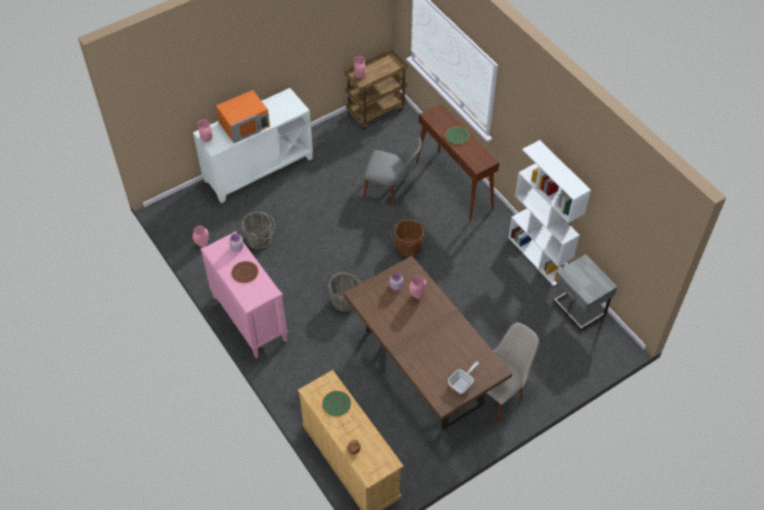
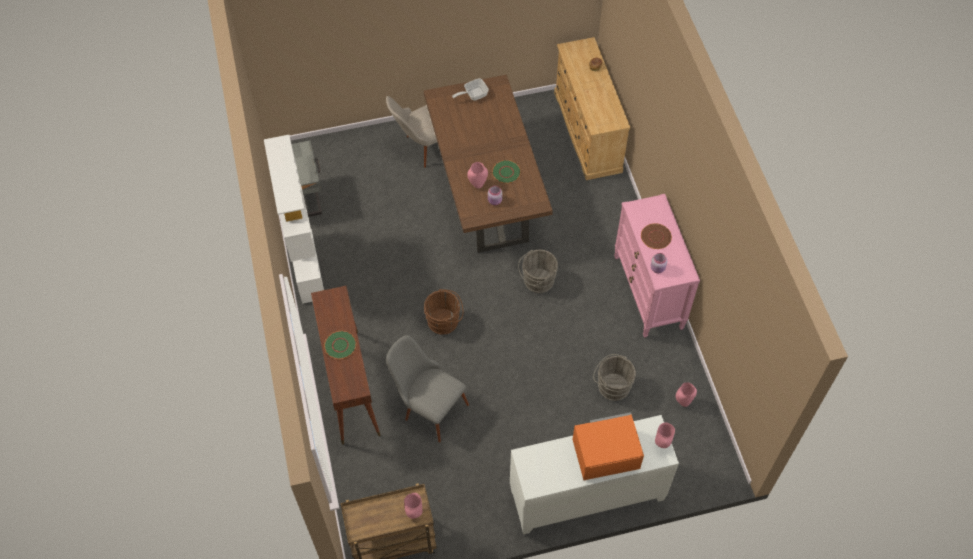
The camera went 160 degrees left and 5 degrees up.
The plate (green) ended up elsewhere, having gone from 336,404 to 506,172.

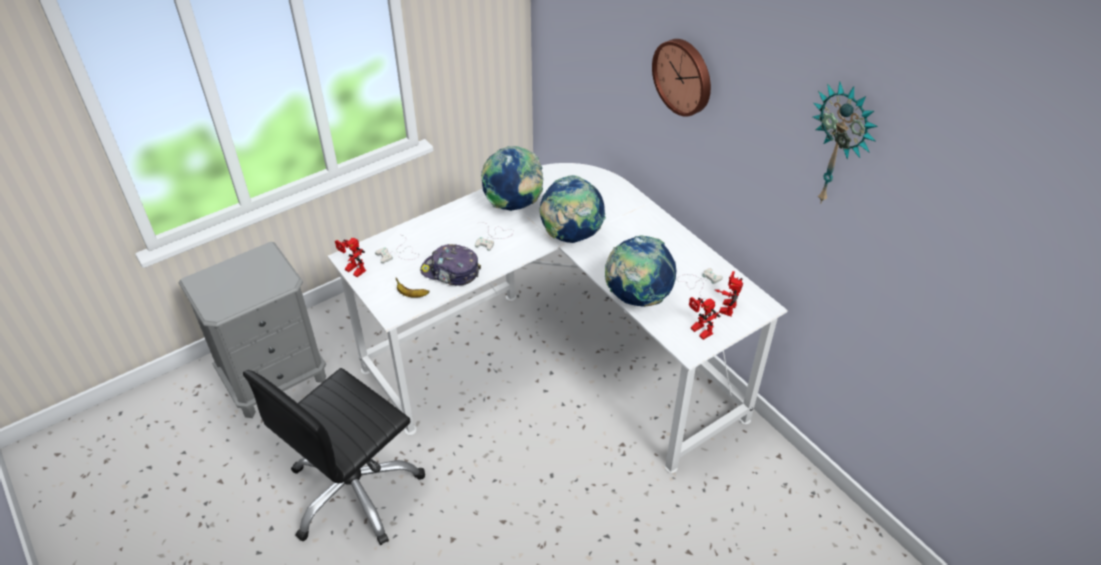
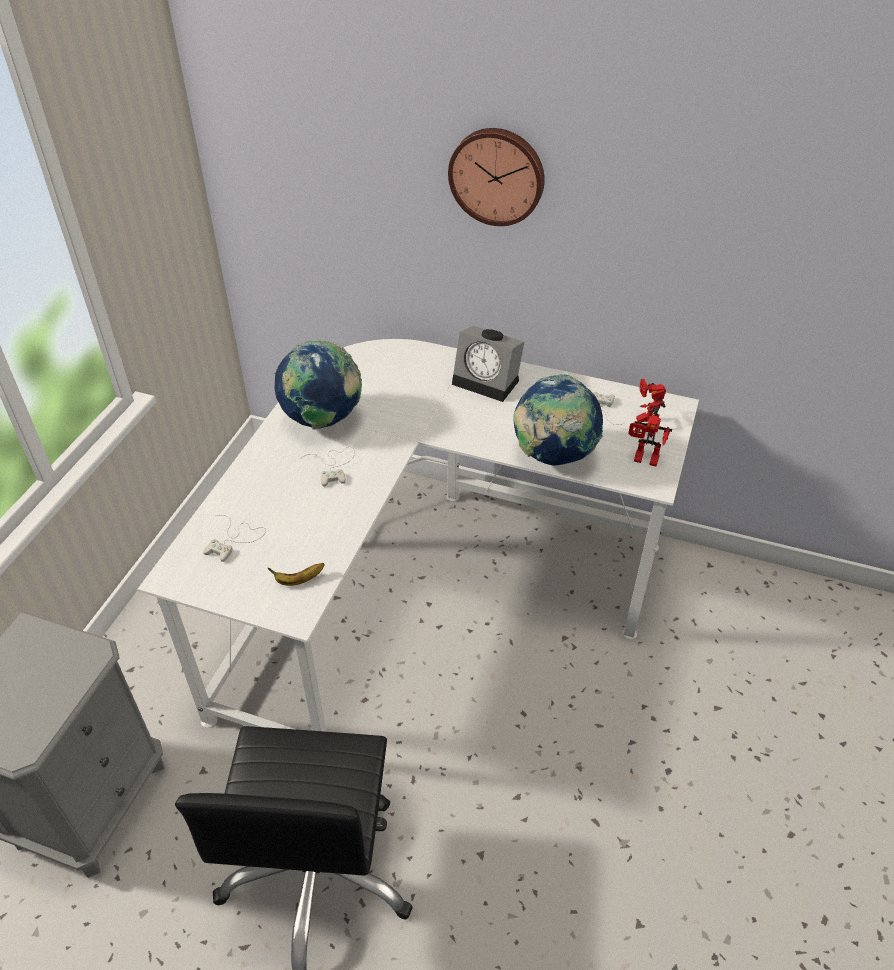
The camera went 35 degrees left and 0 degrees up.
The second view gained the alarm clock at 488,381.
The second view lost the toy robot at 352,271.
The second view lost the cap at 450,272.
The second view lost the globe at 570,236.
The second view lost the wall clock at 840,145.

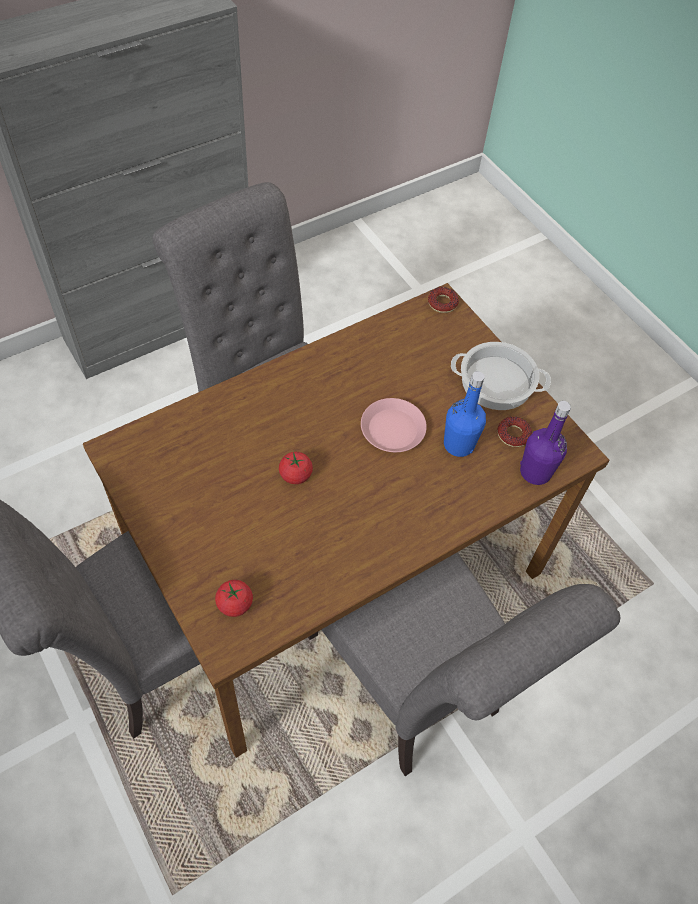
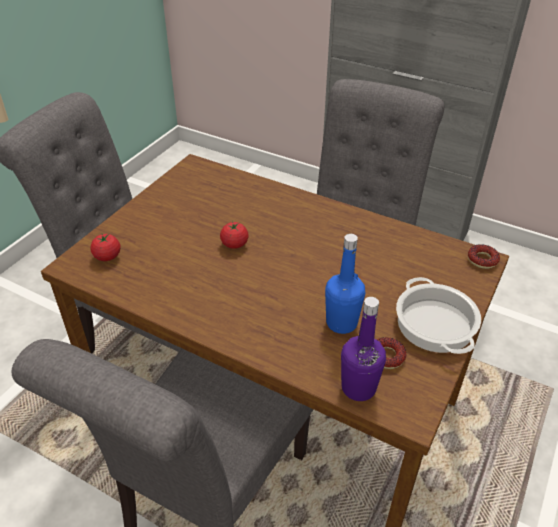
The camera went 65 degrees right and 15 degrees down.
The second view lost the plate (pink) at 392,429.

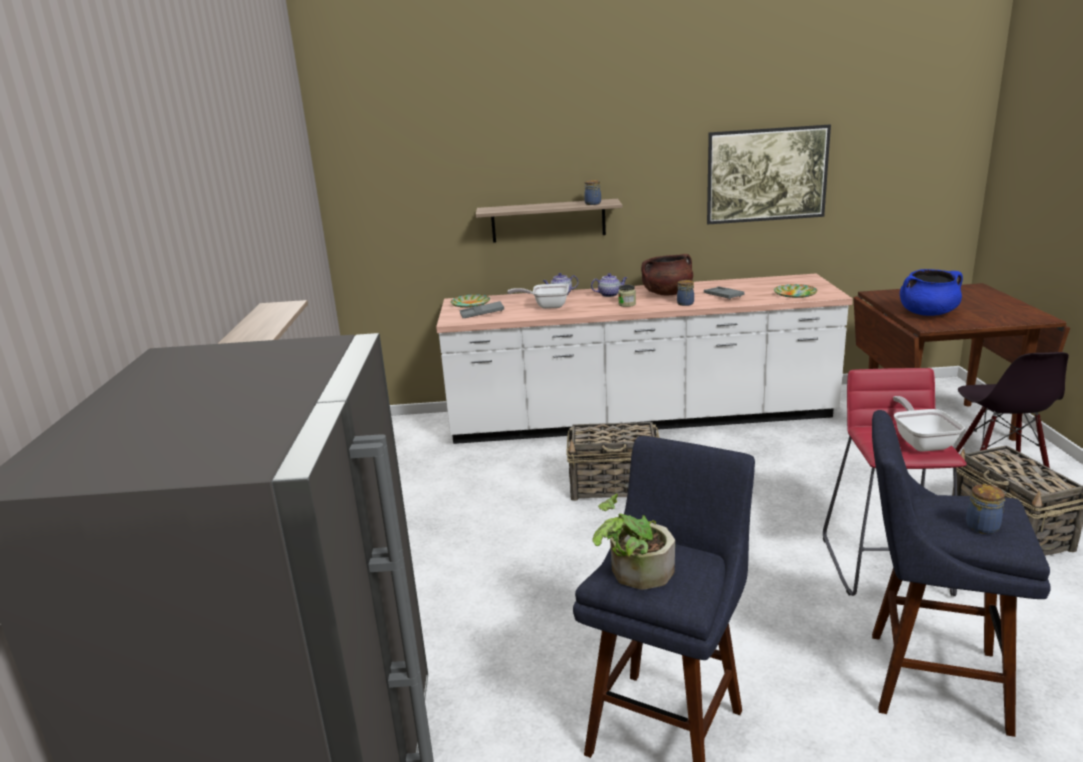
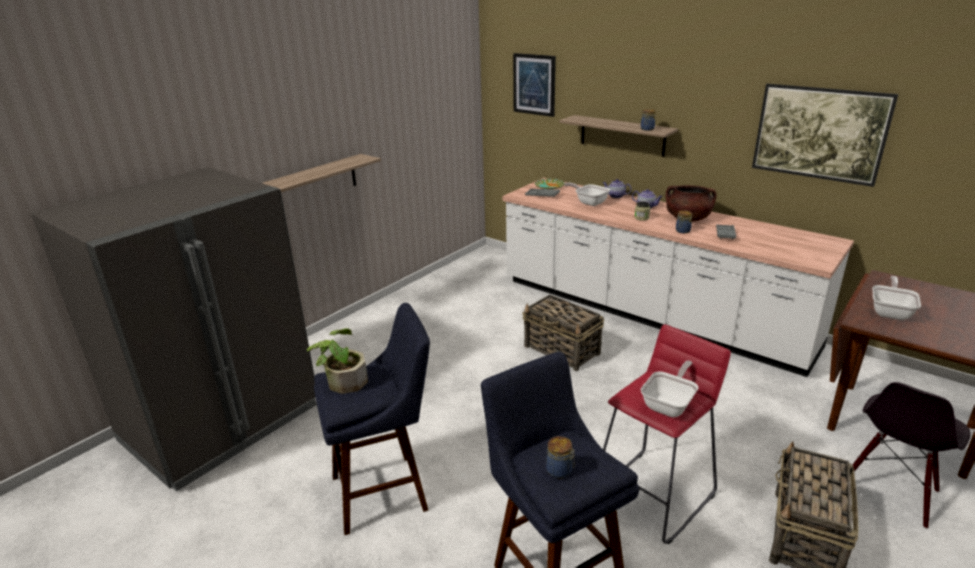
The camera went 40 degrees right and 5 degrees up.
The second view gained the picture at 534,84.
Where the cooking pot (blue) stood at 928,313, the frying pan came to stand at 890,312.
The second view lost the plate at 795,294.

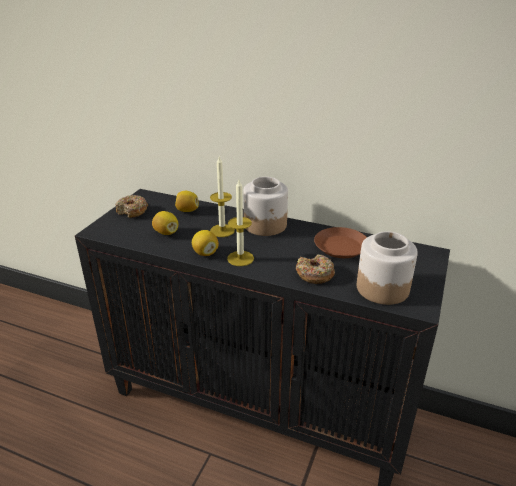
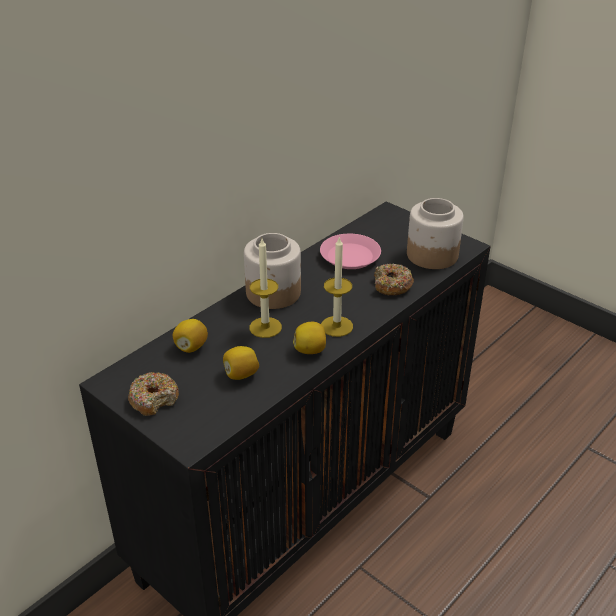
The camera went 70 degrees left and 5 degrees up.
What was the plate (brown) at 341,247 turned into the plate (pink) at 350,256.

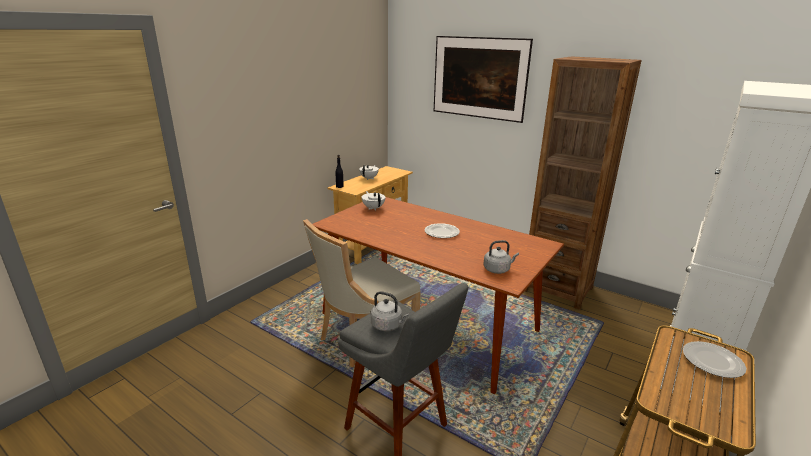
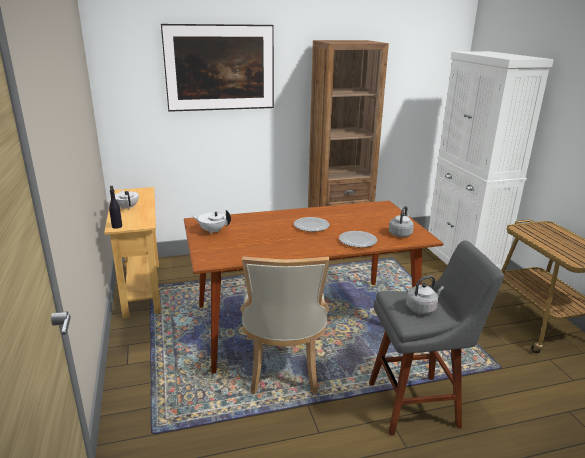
The camera went 50 degrees left and 0 degrees up.
The plate ended up elsewhere, having gone from 713,361 to 358,240.

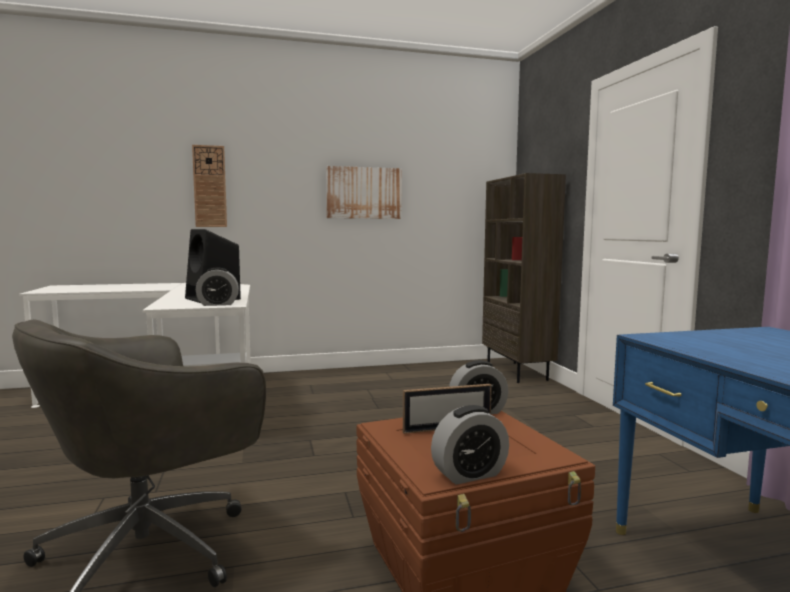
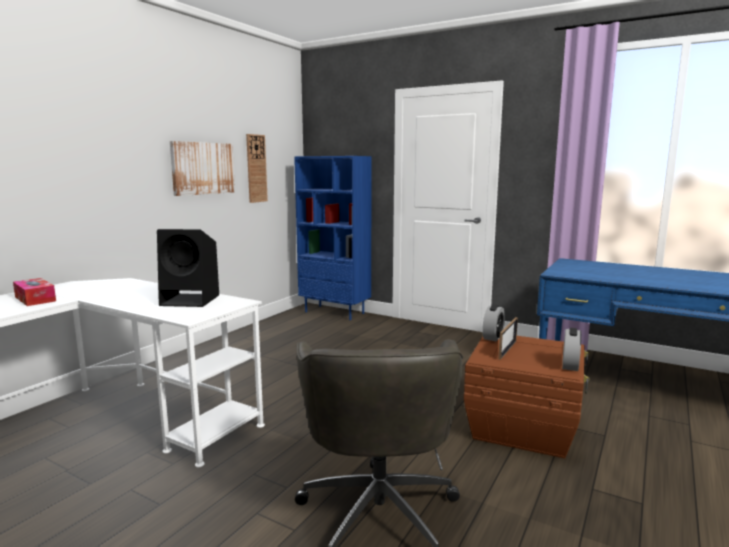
The camera went 45 degrees left and 5 degrees up.
The second view gained the tissue box at 35,299.
The wall clock ended up elsewhere, having gone from 210,186 to 256,168.
What was the bookcase (brown) at 517,372 turned into the bookcase (blue) at 335,312.
The second view lost the alarm clock at 218,304.

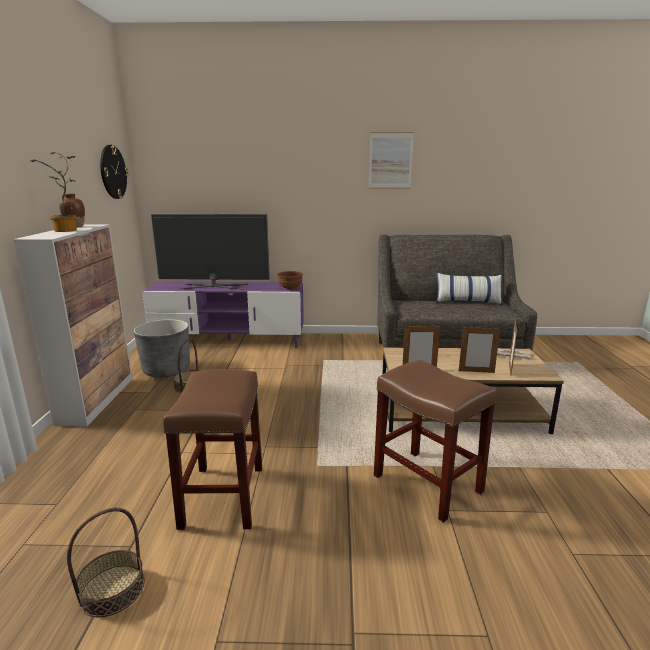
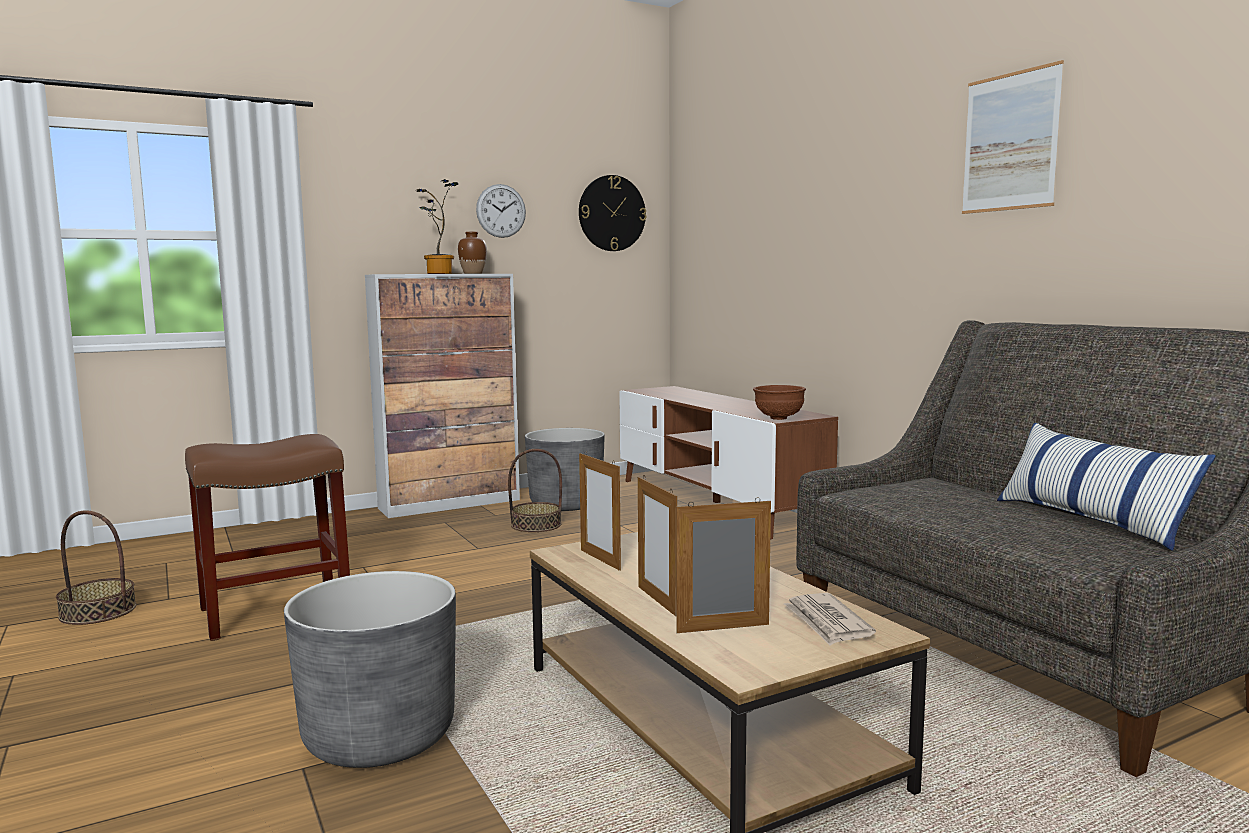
The camera went 60 degrees right and 10 degrees down.
Where the stool (brown) stood at 428,484, the planter (grey) came to stand at 379,736.
The second view gained the wall clock at 501,211.
What was the tv stand (purple) at 229,340 turned into the tv stand (brown) at 714,502.
The second view lost the television at 214,286.

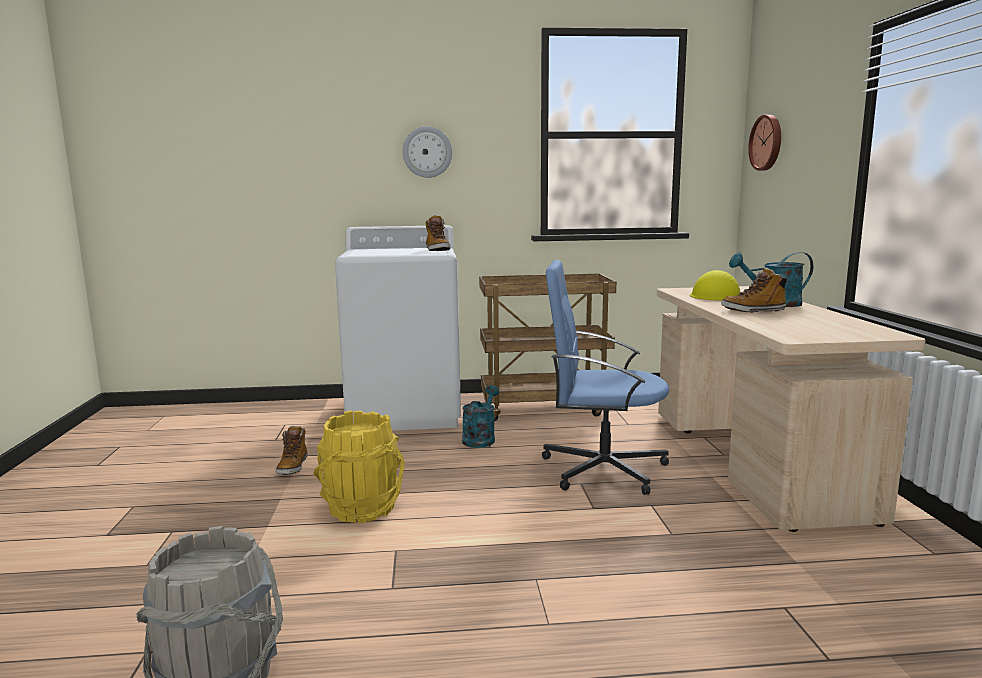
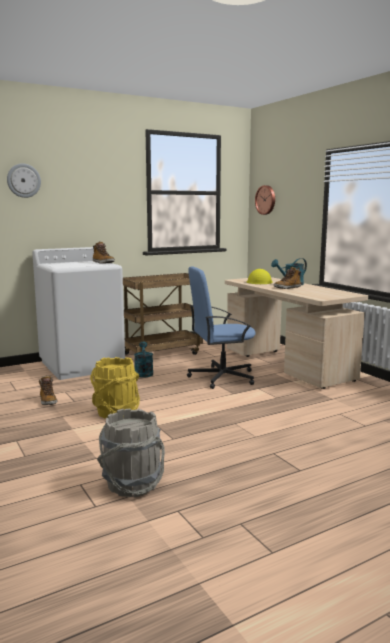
The camera went 25 degrees left and 0 degrees up.
The wall clock ended up elsewhere, having gone from 427,152 to 23,180.

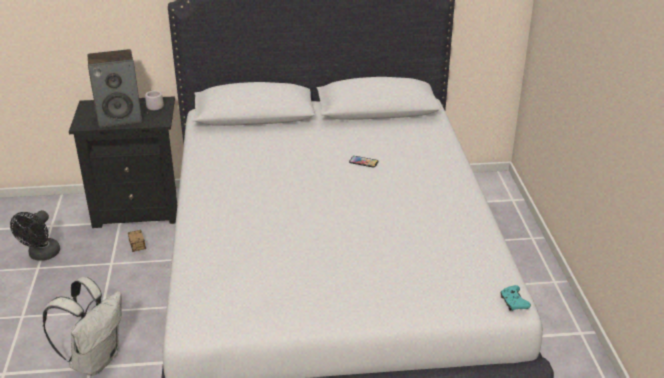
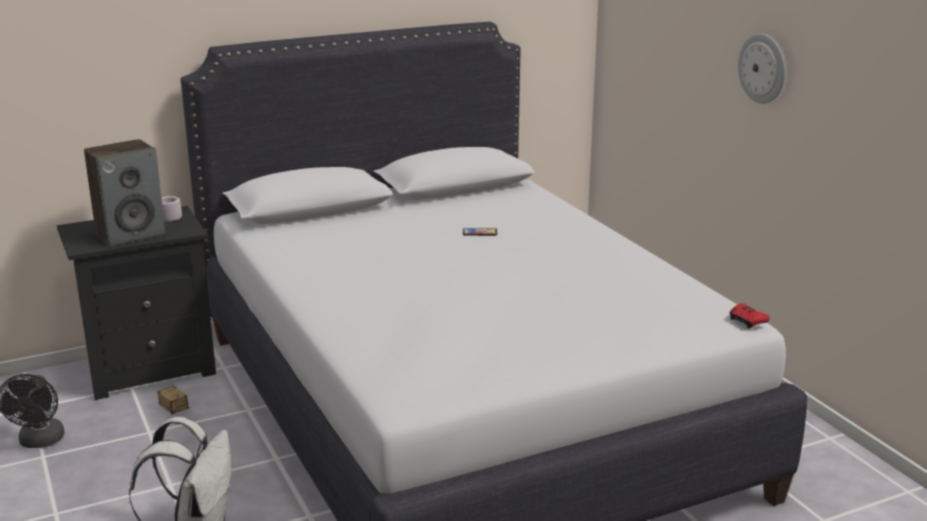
The camera went 20 degrees left and 10 degrees down.
What was the game controller (turquoise) at 513,303 turned into the game controller (red) at 747,321.
The second view gained the wall clock at 763,68.

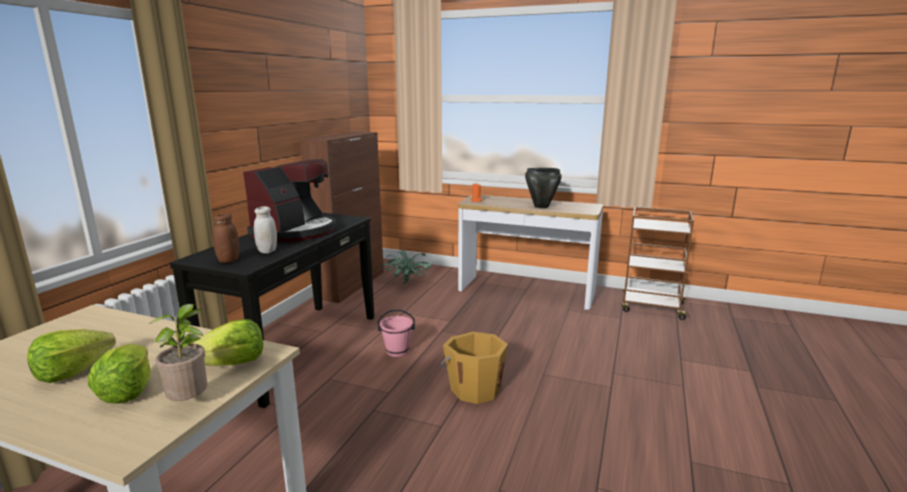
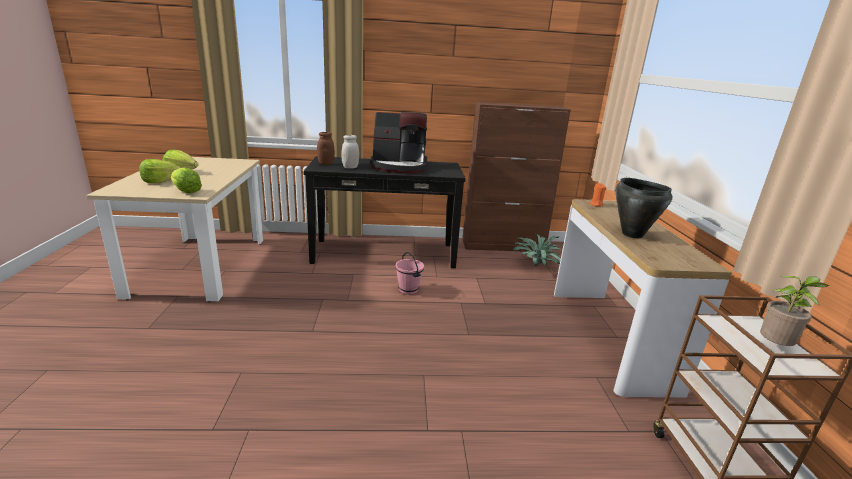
The camera went 65 degrees right and 5 degrees up.
The potted plant ended up elsewhere, having gone from 191,402 to 775,348.
The second view lost the bucket (orange) at 474,389.

